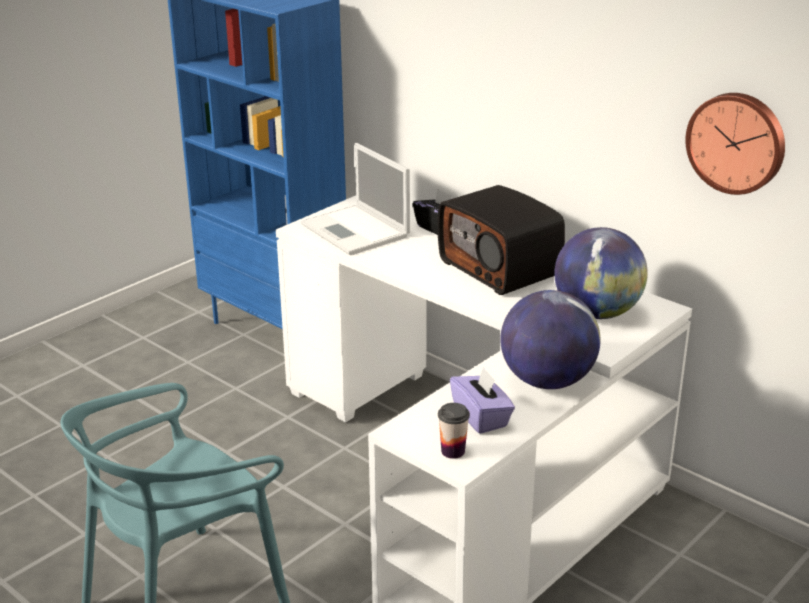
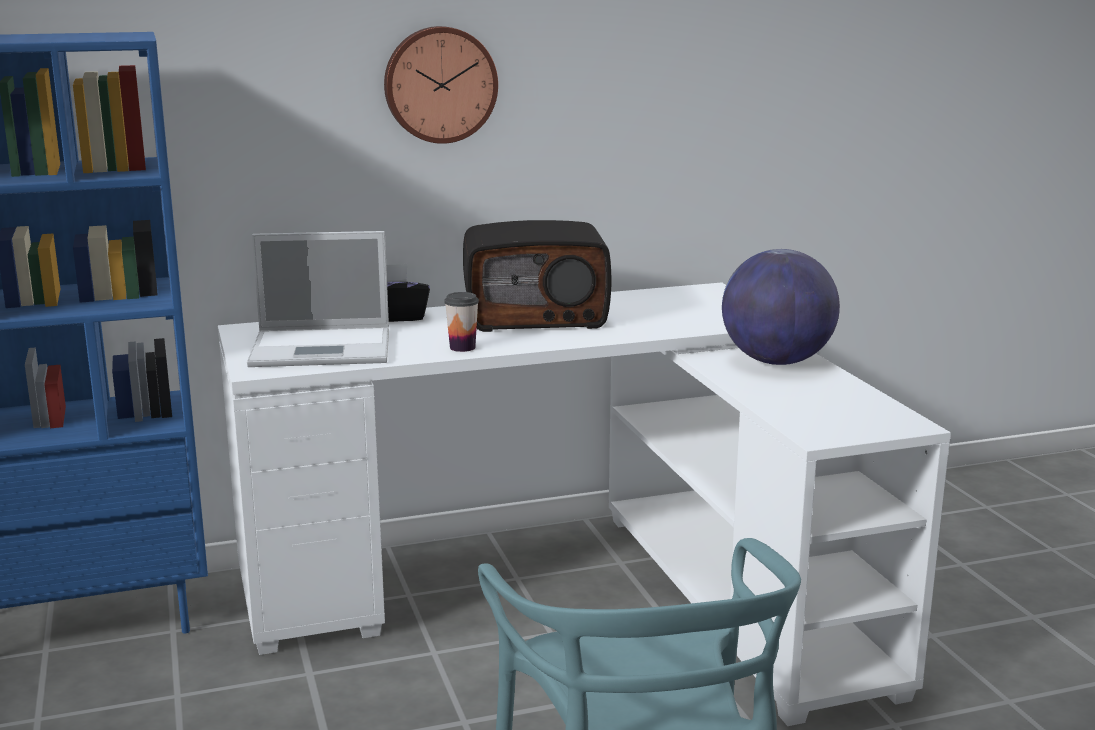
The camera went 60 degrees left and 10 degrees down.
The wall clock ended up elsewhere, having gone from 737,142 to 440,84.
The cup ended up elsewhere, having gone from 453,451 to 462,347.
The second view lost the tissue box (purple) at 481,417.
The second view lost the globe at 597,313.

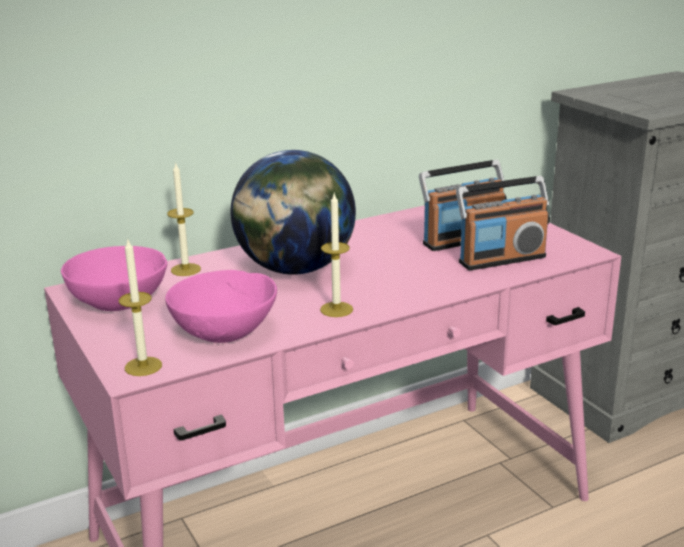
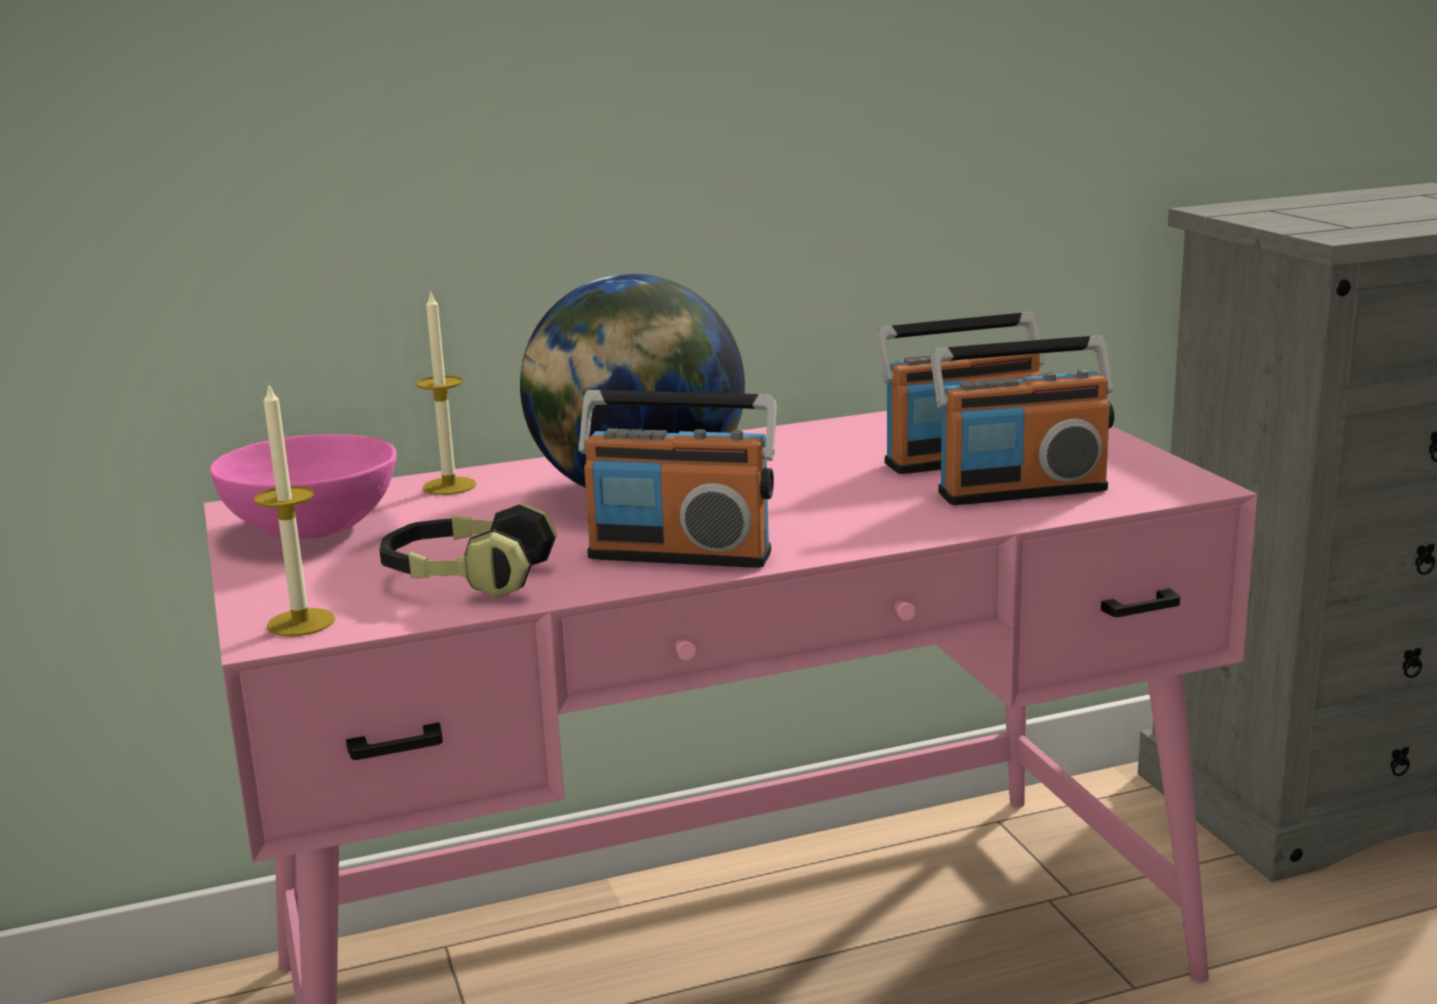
The camera went 10 degrees right and 5 degrees down.
Where the bowl (pink) stood at 224,332, the headphones came to stand at 466,579.
Where the candle stood at 336,309, the radio came to stand at 680,554.

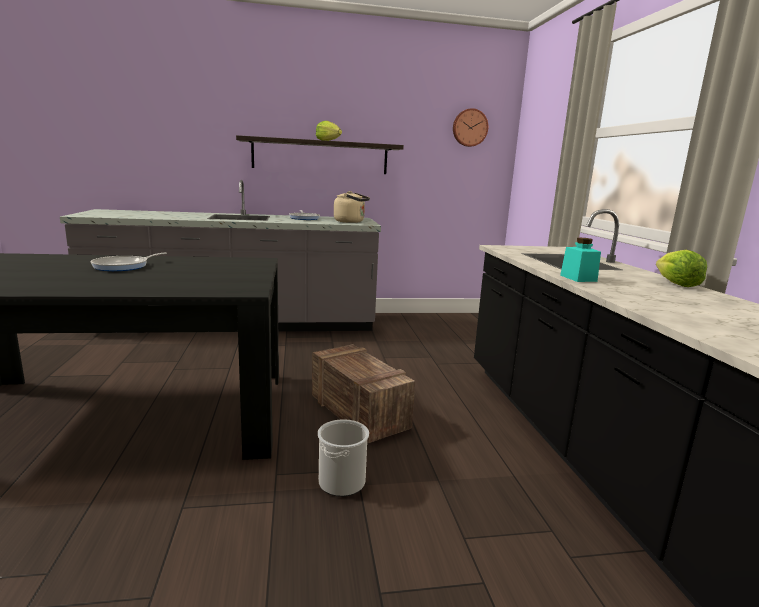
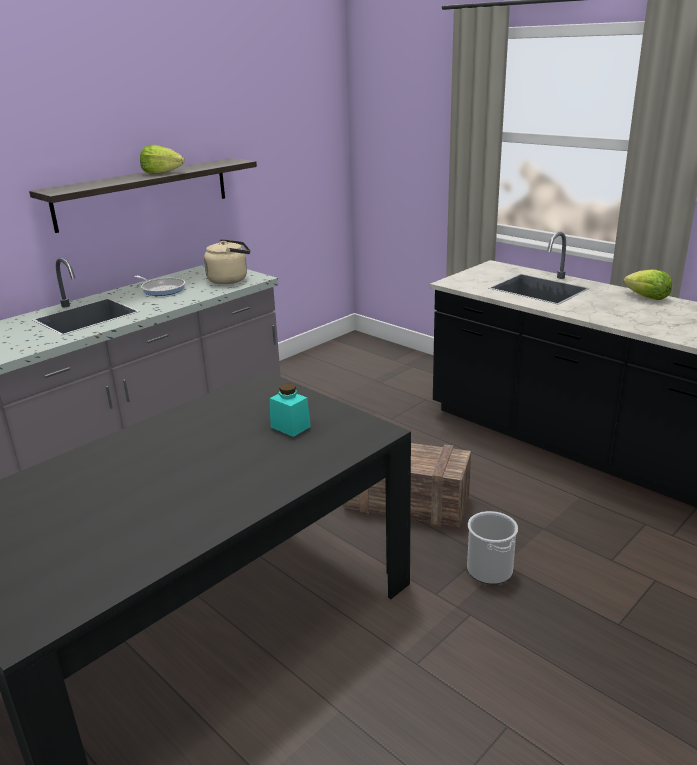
The camera went 35 degrees left and 10 degrees up.
The jar (turquoise) ended up elsewhere, having gone from 578,278 to 290,427.
The second view lost the frying pan at 124,266.
The second view lost the wall clock at 469,127.

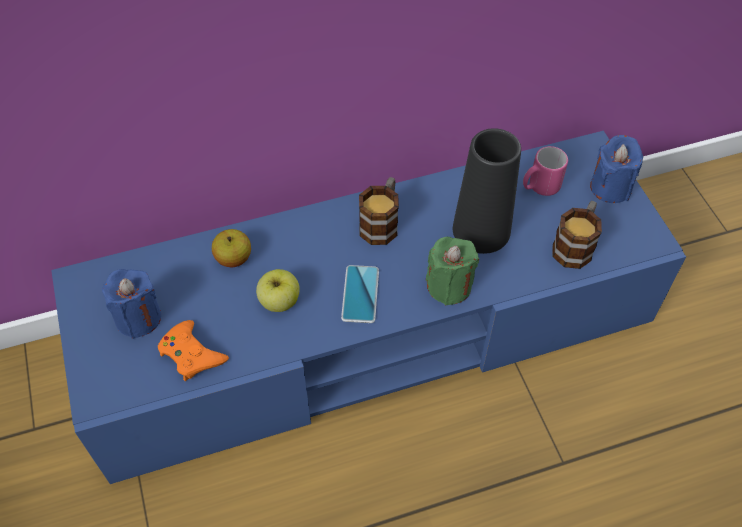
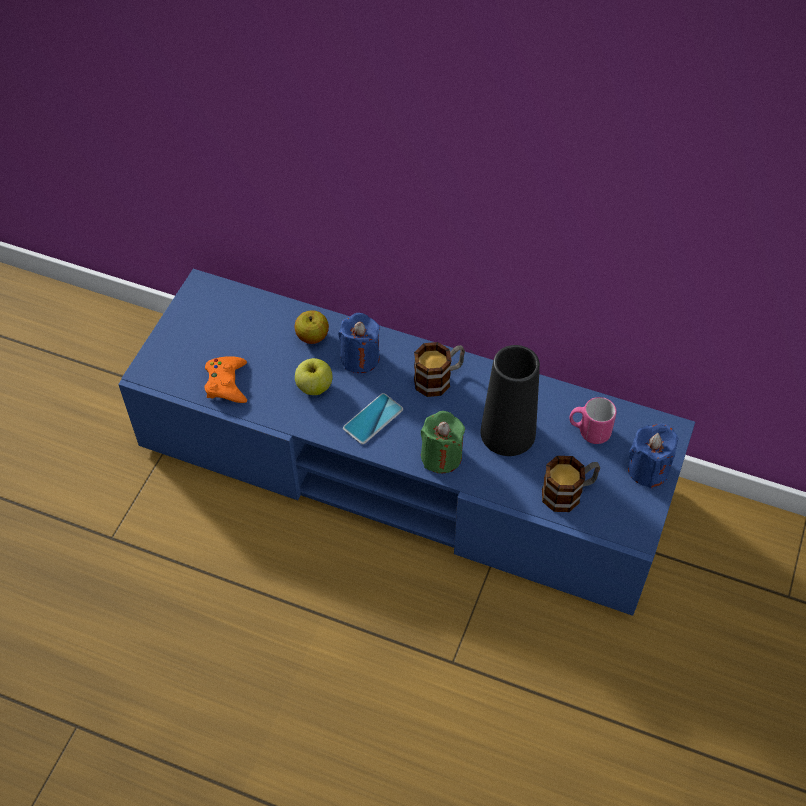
The camera went 40 degrees right and 0 degrees up.
The candle (blue) ended up elsewhere, having gone from 138,318 to 360,358.

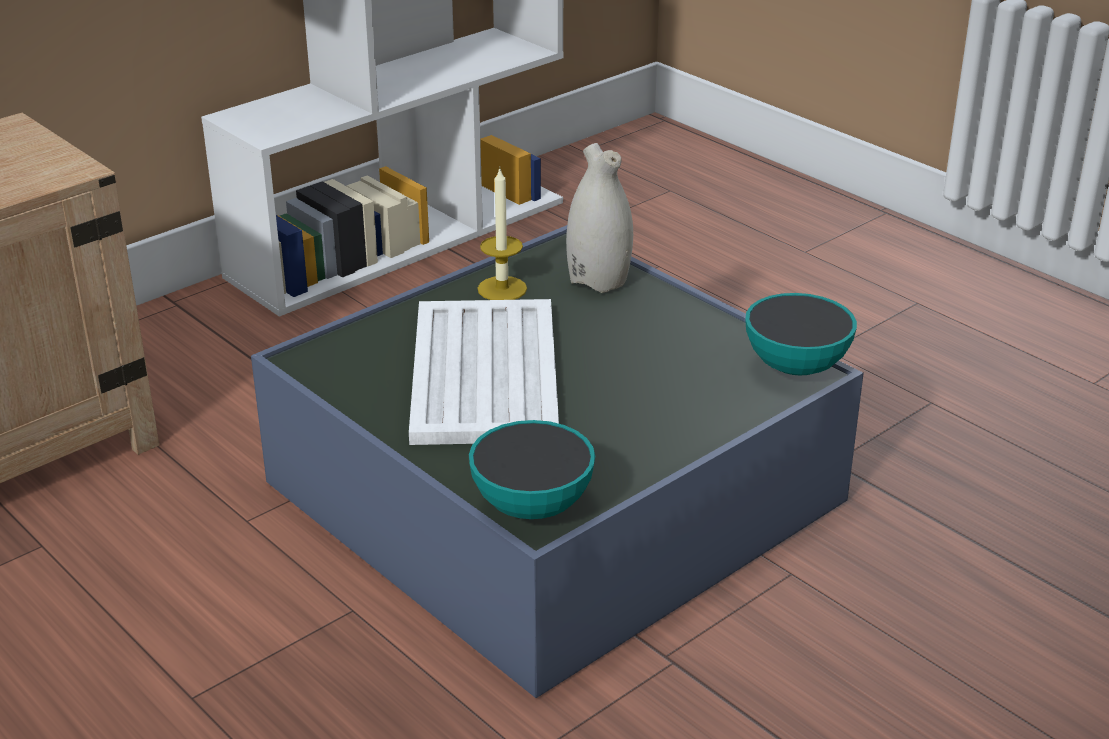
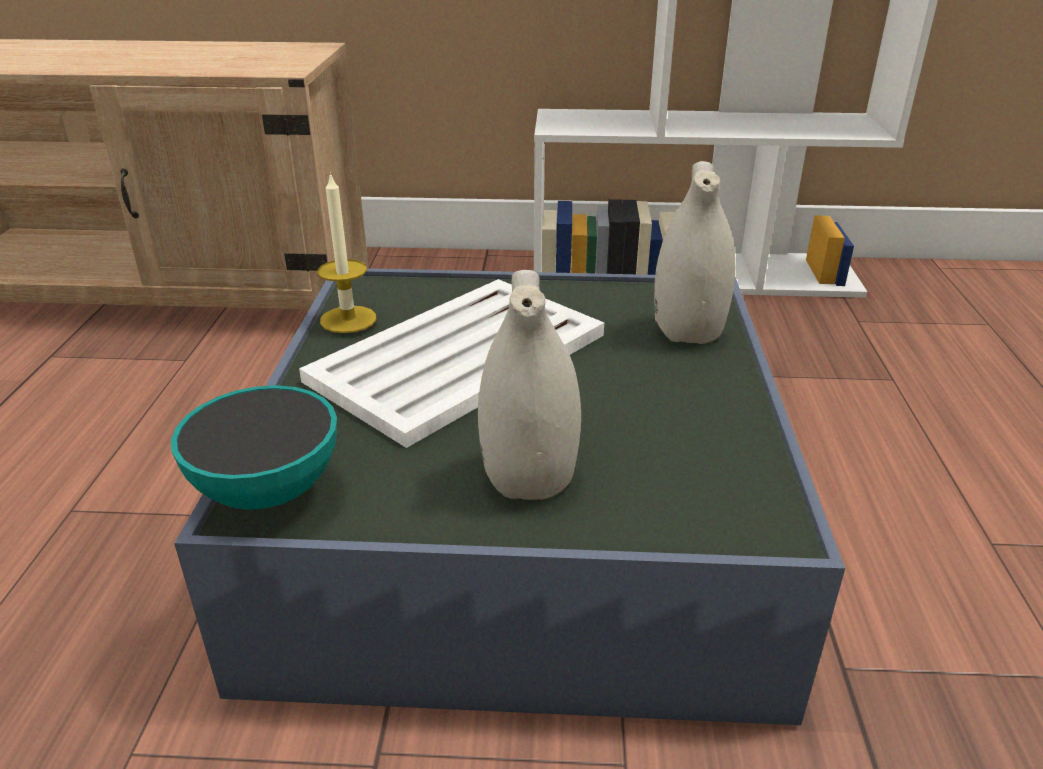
The camera went 45 degrees right and 0 degrees up.
The candle ended up elsewhere, having gone from 502,289 to 348,319.
The second view gained the vase (white) at 529,478.
The second view lost the bowl at 796,367.

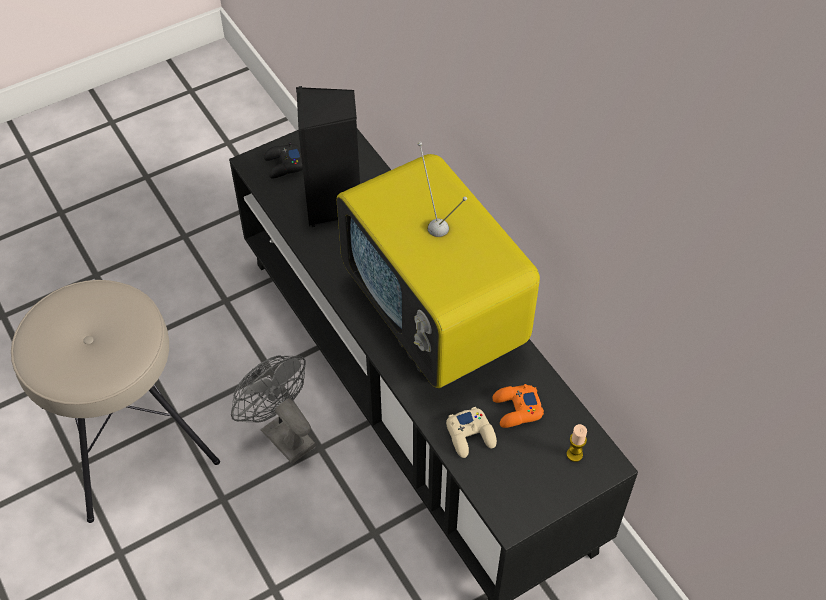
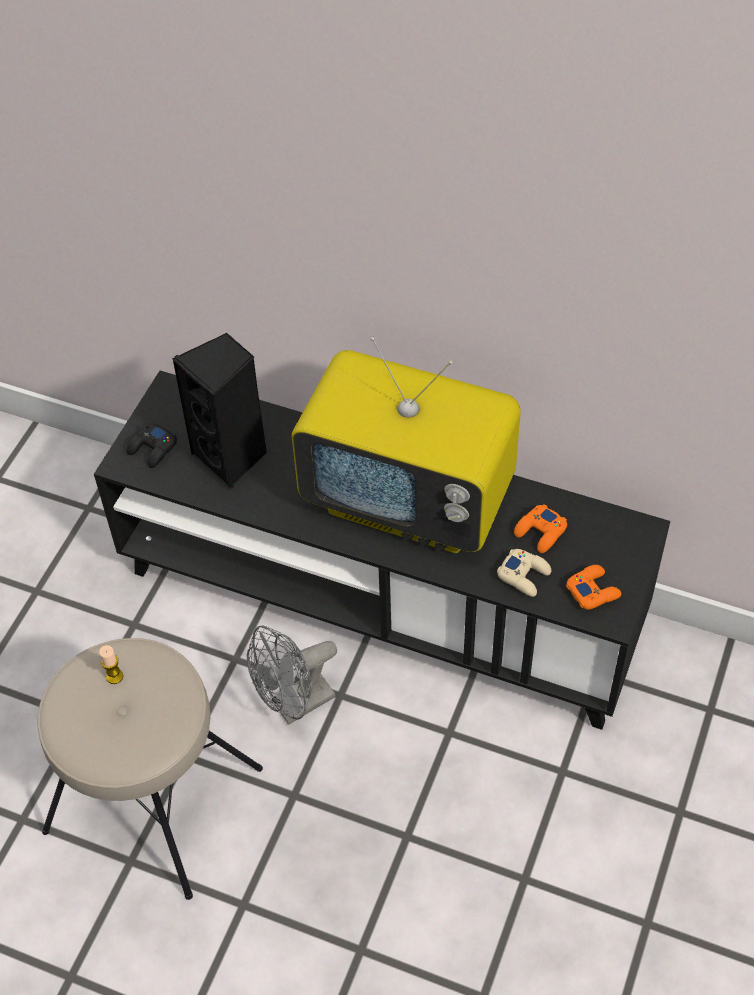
The camera went 35 degrees left and 0 degrees up.
The candle ended up elsewhere, having gone from 574,454 to 114,676.
The fan (grey) at 281,433 ended up facing another way, 45 degrees counterclockwise from before.
The second view gained the game controller (orange) at 593,590.

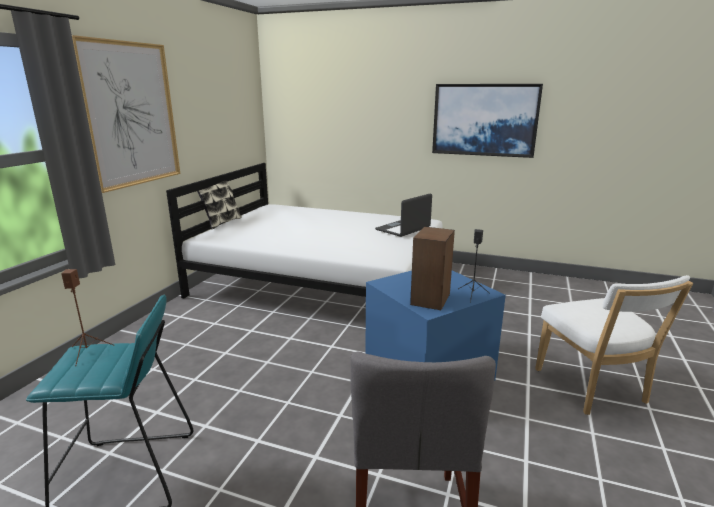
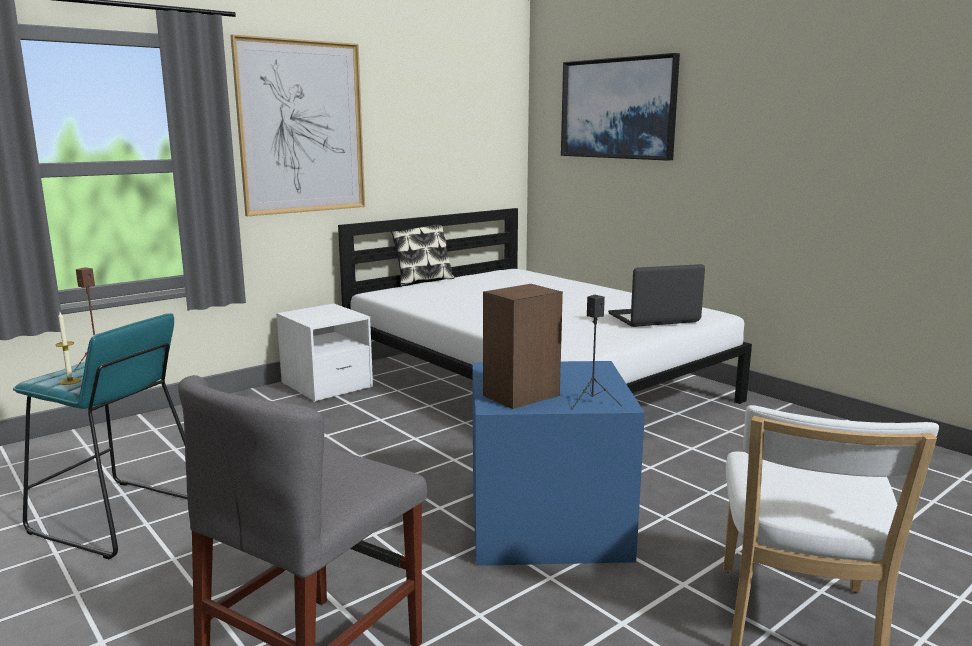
The camera went 30 degrees right and 5 degrees down.
The second view gained the candle at 70,381.
The second view gained the nightstand (white) at 326,385.
The picture ended up elsewhere, having gone from 484,120 to 618,108.

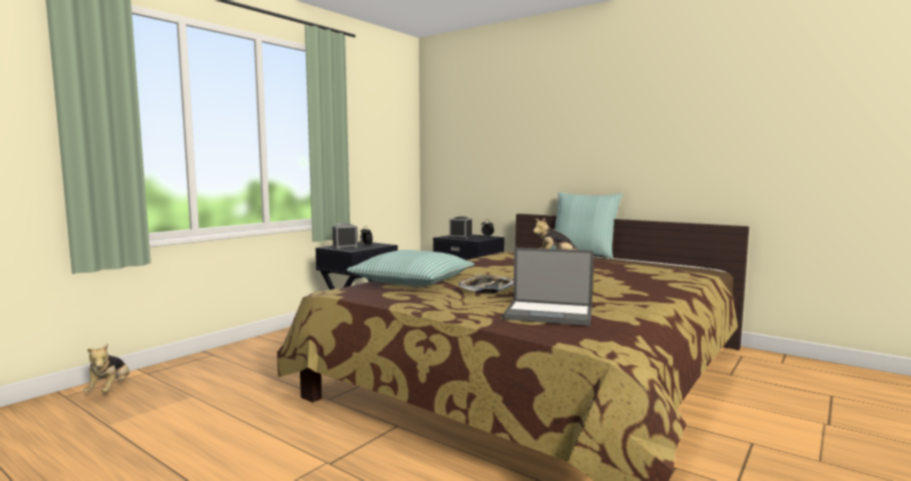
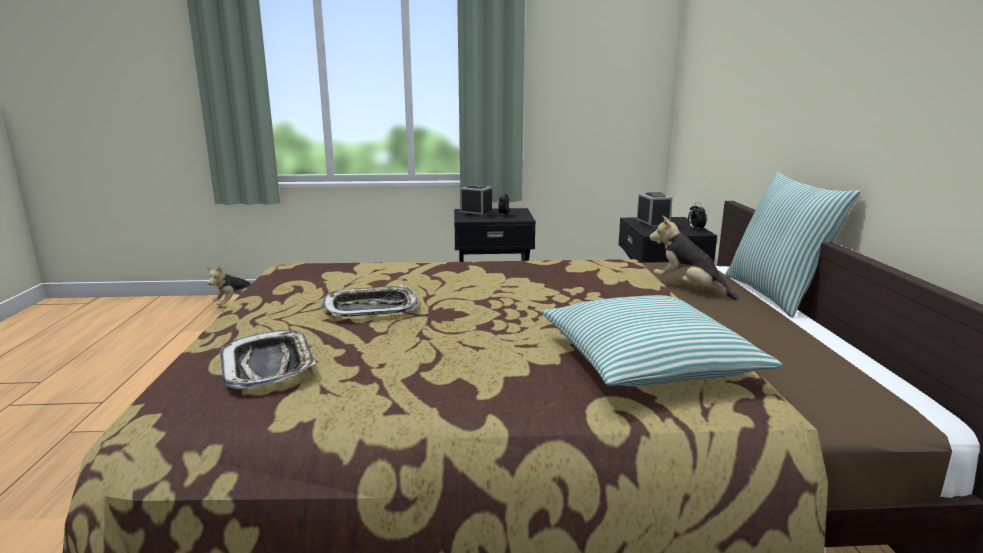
The camera went 50 degrees right and 10 degrees up.
Where the laptop stood at 550,313, the tray came to stand at 269,366.
The pillow ended up elsewhere, having gone from 412,281 to 647,361.

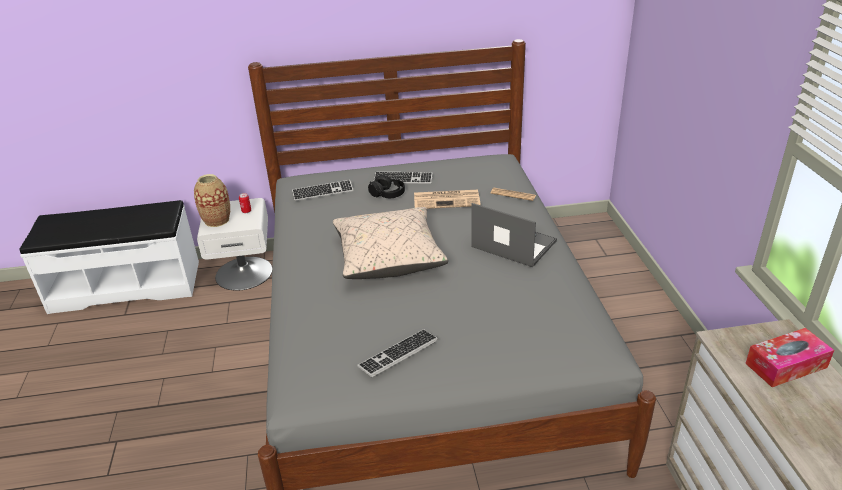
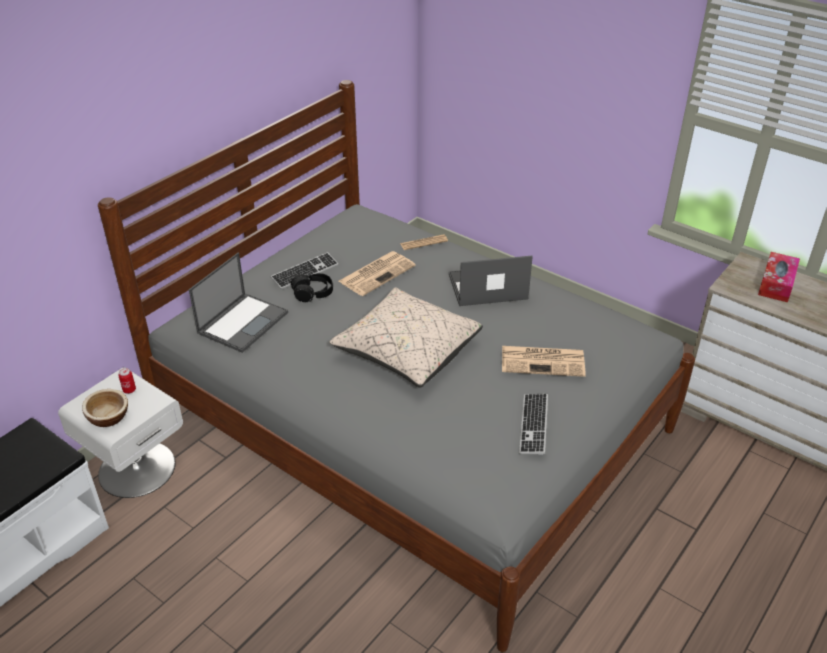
The camera went 45 degrees left and 5 degrees up.
Where the vase stood at 217,220, the bowl came to stand at 108,417.
Where the keyboard stood at 323,192, the laptop came to stand at 243,322.
The second view gained the newspaper at 544,361.

